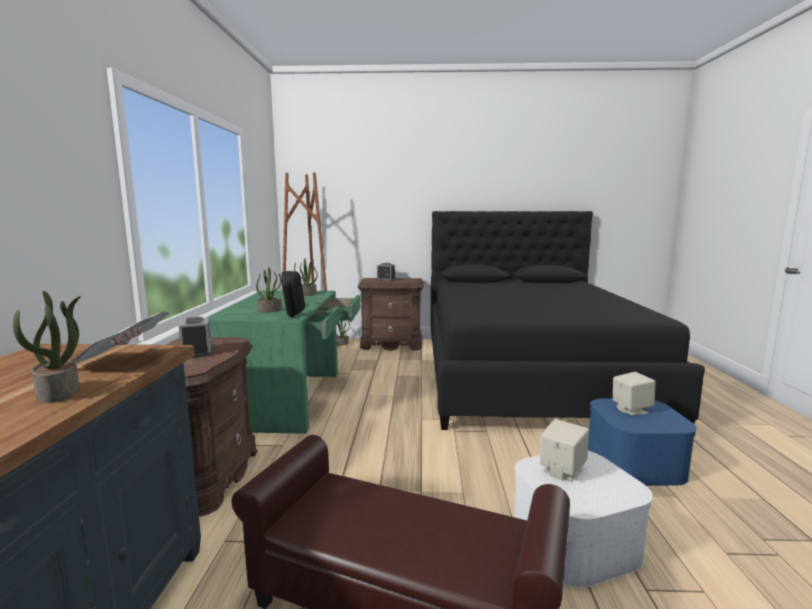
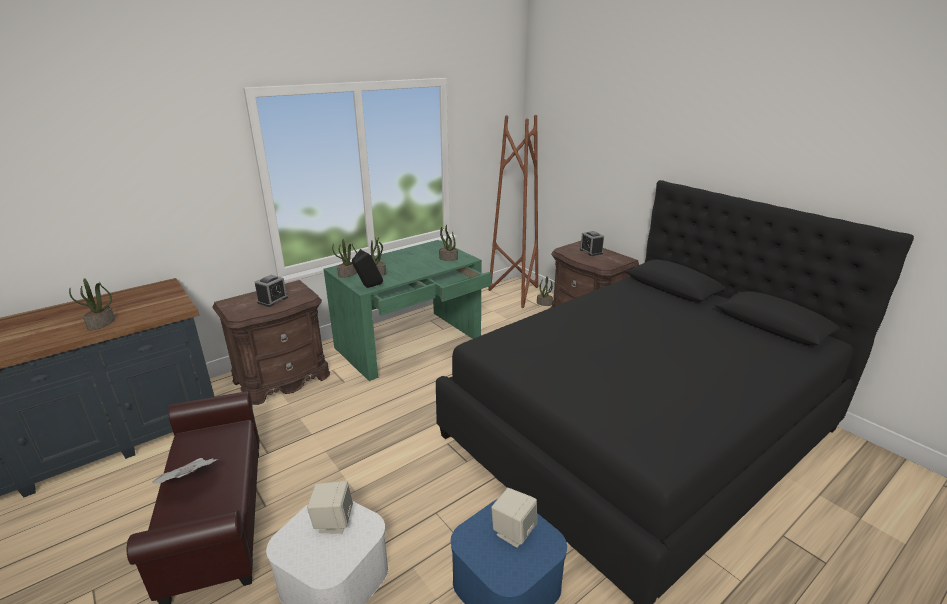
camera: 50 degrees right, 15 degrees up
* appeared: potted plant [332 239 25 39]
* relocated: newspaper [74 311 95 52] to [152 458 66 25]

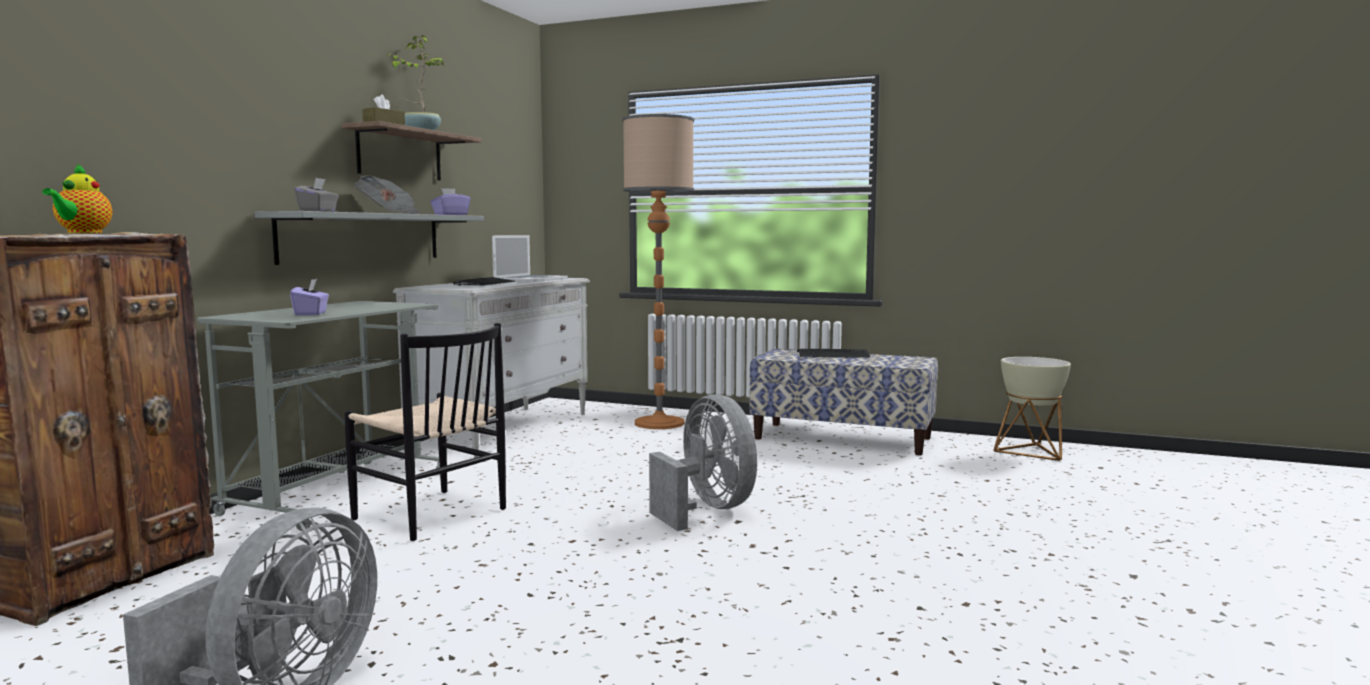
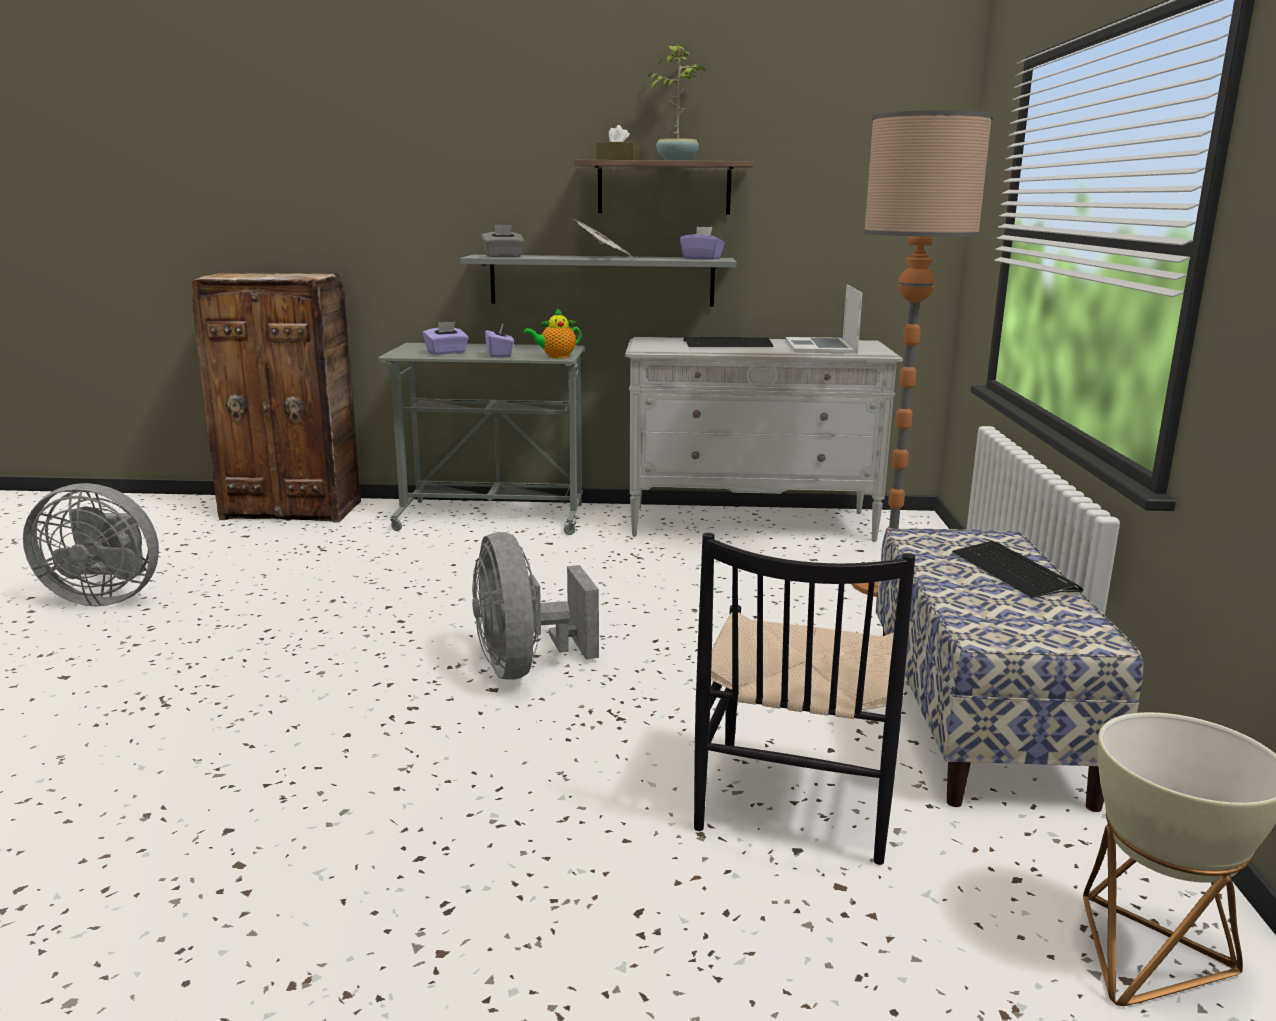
camera: 70 degrees right, 10 degrees up
* appeared: tissue box (purple) [485 324 29 33]
* relocated: teapot [42 163 70 70] to [523 308 59 50]
* relocated: chair (black) [345 323 161 218] to [694 533 221 332]
* spun: laptop [492 235 76 47] = [786 284 77 69] 90 degrees clockwise
* spun: fan (grey) [649 394 108 137] = [472 532 127 148] 120 degrees clockwise

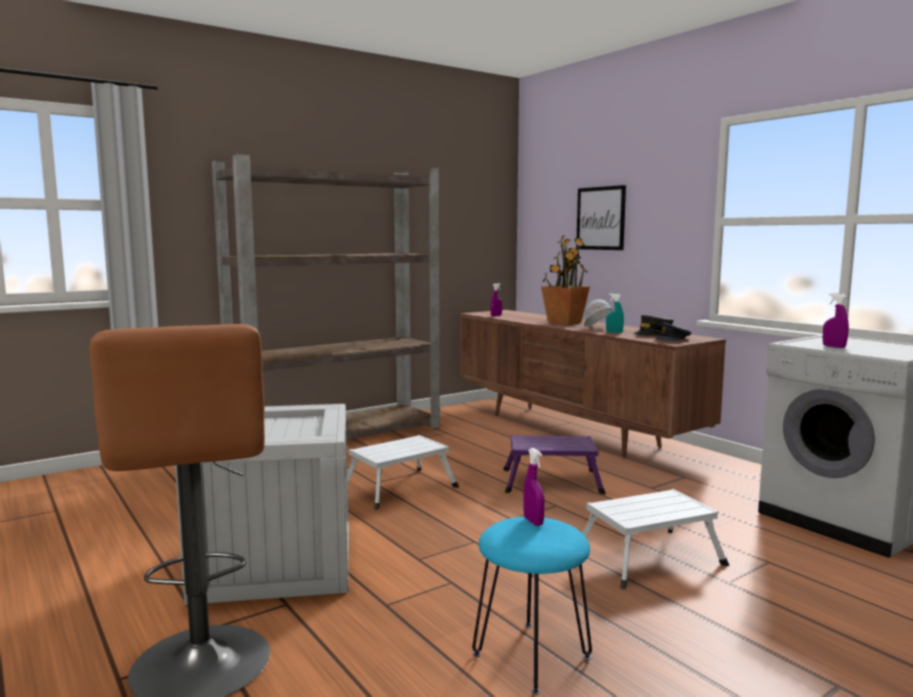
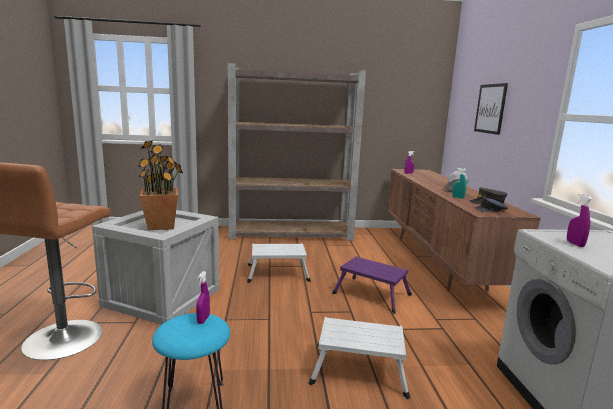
camera: 30 degrees right, 5 degrees up
* relocated: potted plant [541 235 49 90] to [138 141 45 89]

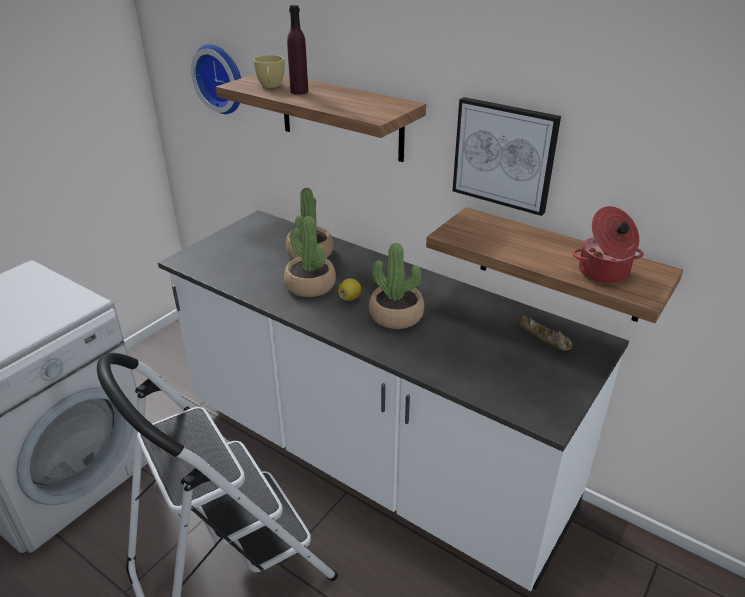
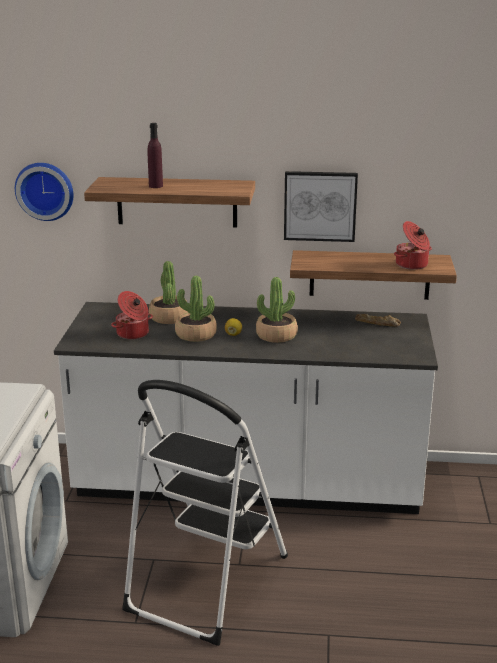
camera: 30 degrees left, 10 degrees down
* missing: cup (yellow) [253 55 32 33]
* appeared: cooking pot [111 291 42 48]

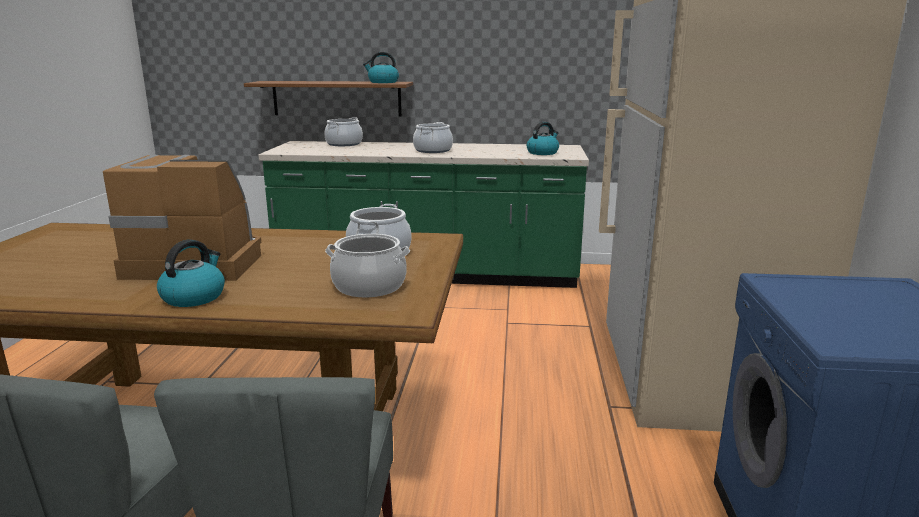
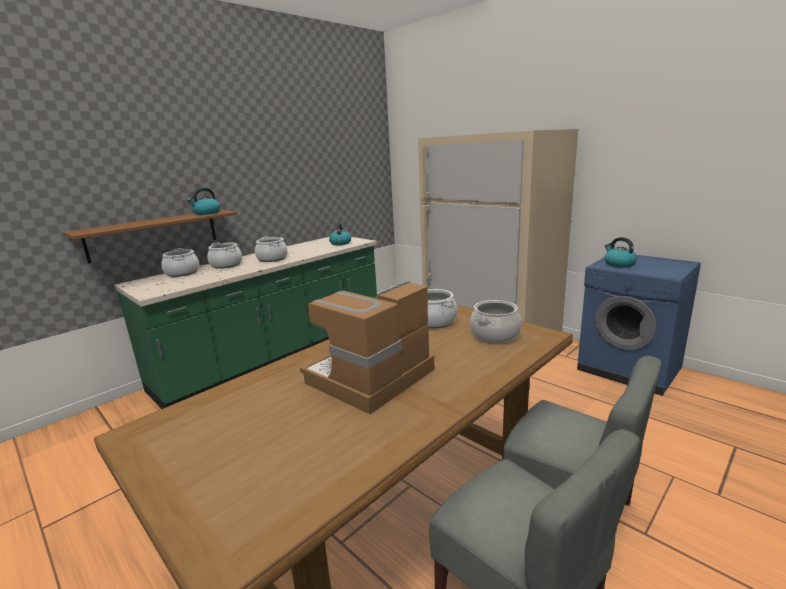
camera: 50 degrees left, 0 degrees up
* appeared: cooking pot [207 243 35 26]
* relocated: kettle [157 239 68 68] to [605 237 32 31]

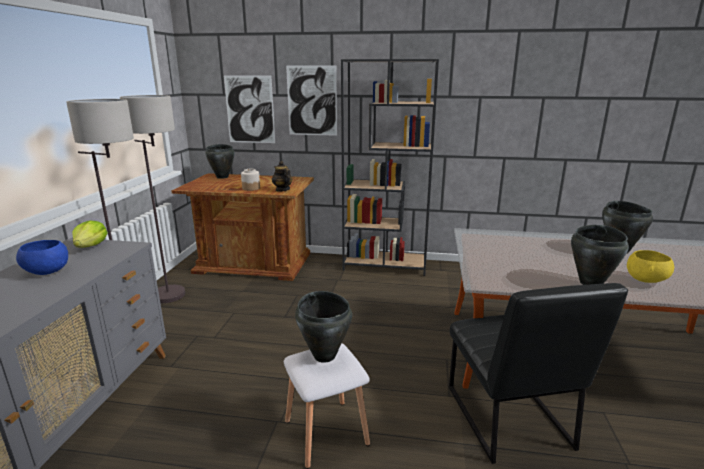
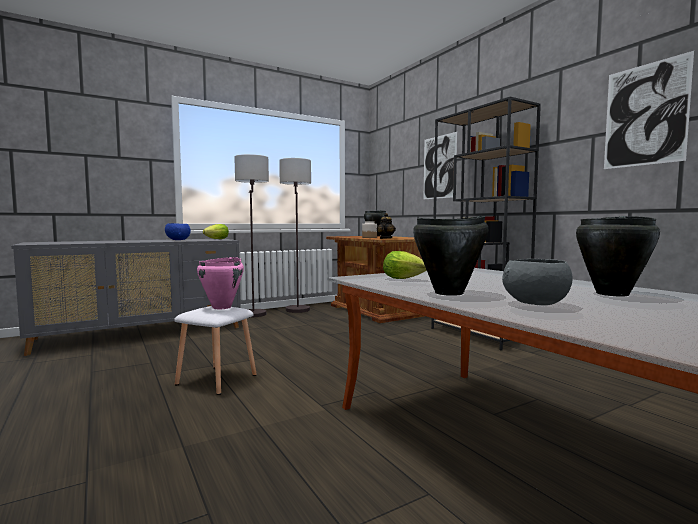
camera: 50 degrees right, 15 degrees down
* missing: chair (black) [449 283 179 181]
* appeared: lettuce [383 251 44 28]
* relocated: picture [224 75 51 68] to [604 51 90 118]
* colour: cooking pot (black) [295 291 57 72] to cooking pot (pink) [197 257 47 52]
* colour: bowl (yellow) [627 250 47 33] to bowl (grey) [502 259 70 46]

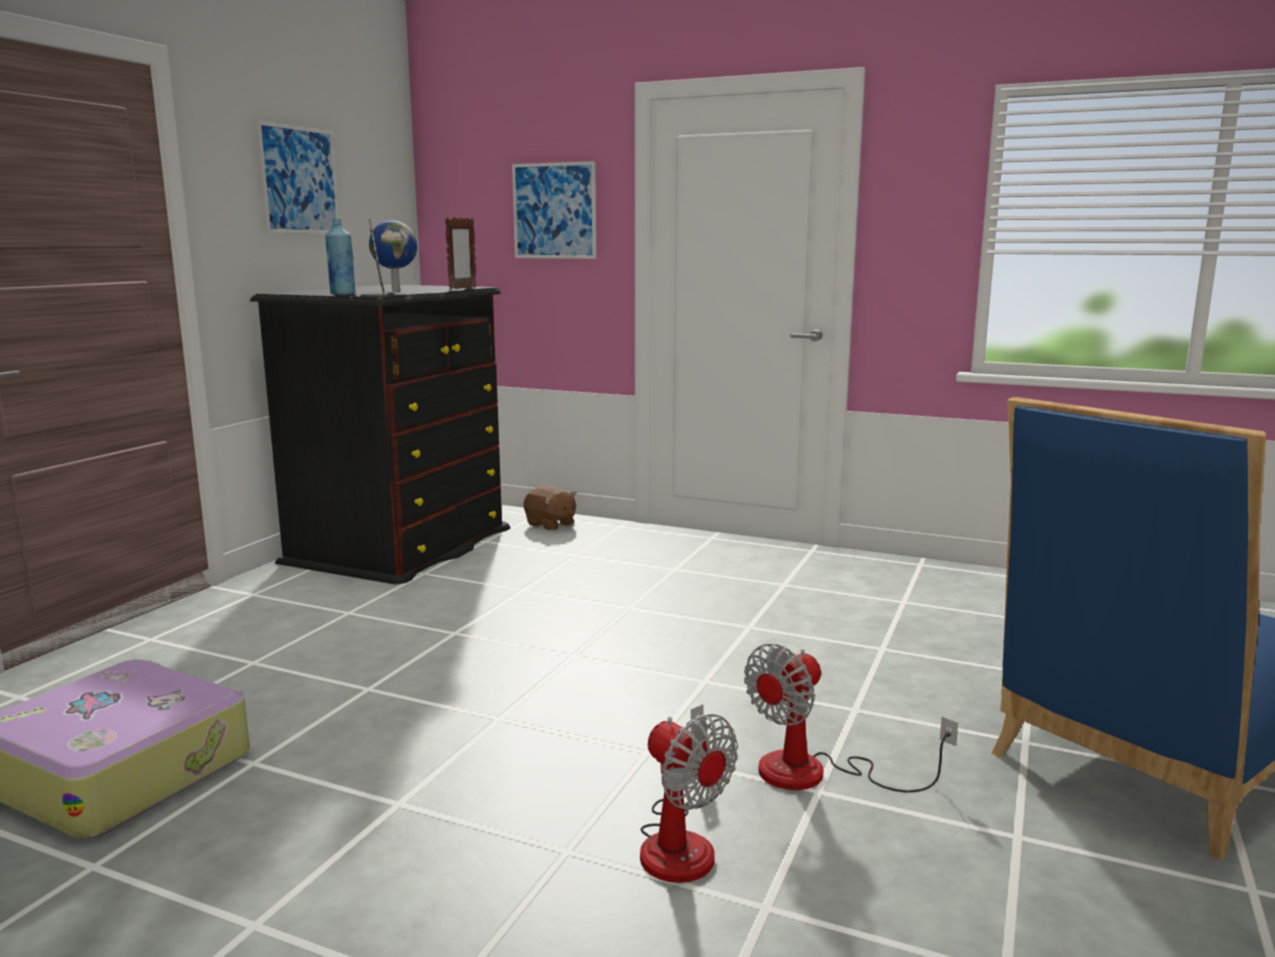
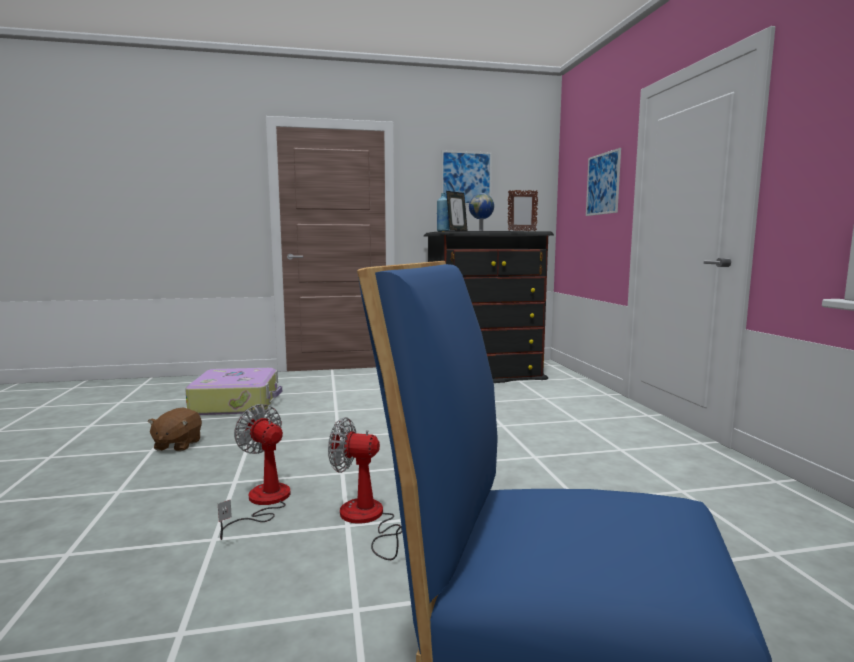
camera: 55 degrees right, 5 degrees down
* relocated: plush toy (brown) [524 486 53 45] to [148 407 54 44]
* spun: fan [640 704 98 179] = [218 404 72 136] 120 degrees clockwise

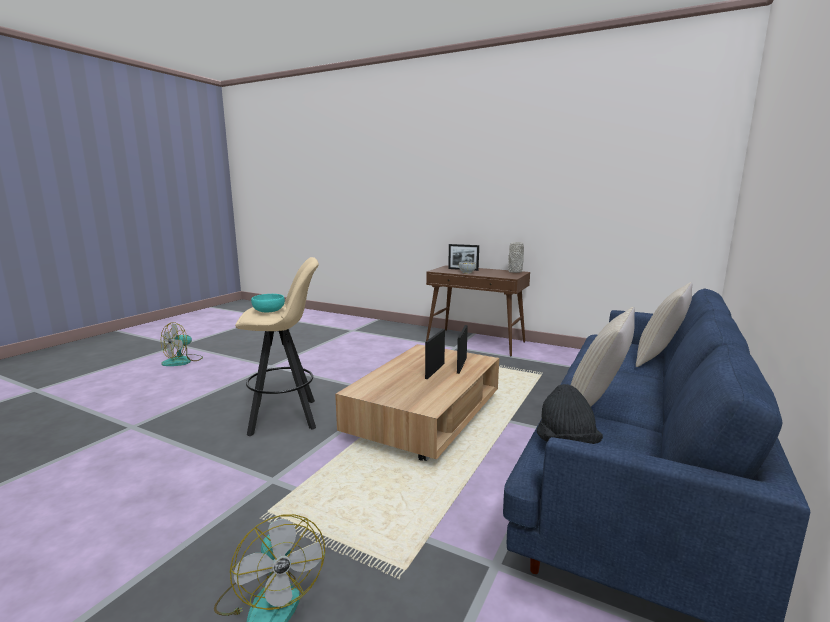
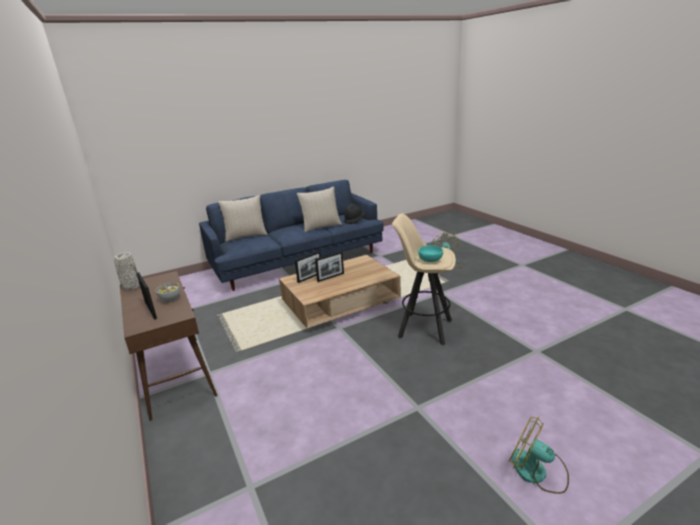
camera: 145 degrees left, 10 degrees up
* spun: fan [161 322 42 44] = [509 416 60 78] 120 degrees counterclockwise

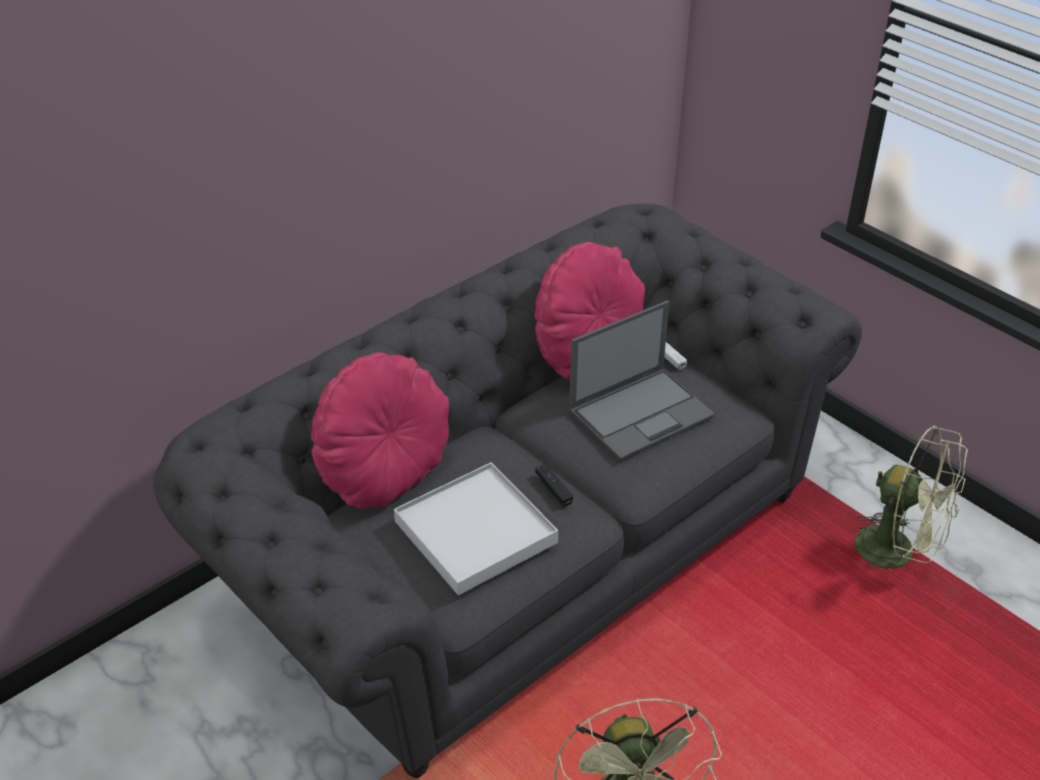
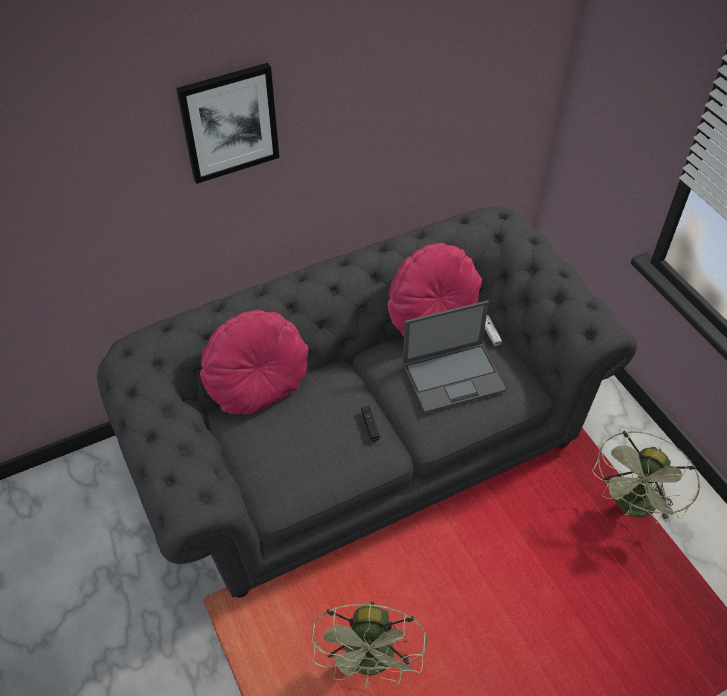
camera: 15 degrees right, 10 degrees up
* missing: tray (white) [394 462 164 134]
* appeared: picture [176 63 103 121]
* spun: fan (green) [854 426 114 146] = [592 431 108 94] 75 degrees clockwise

